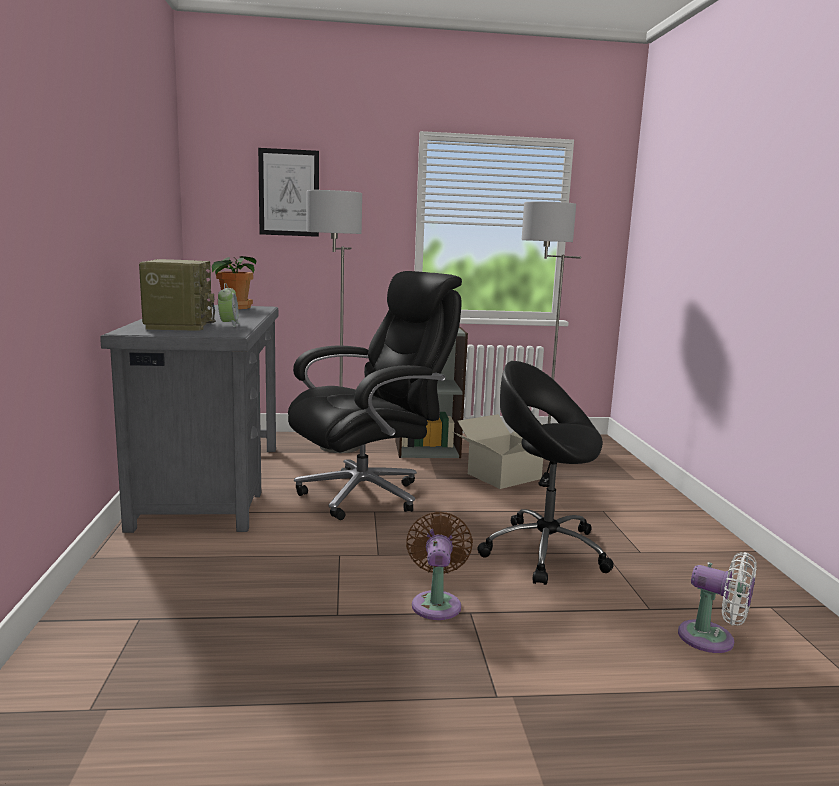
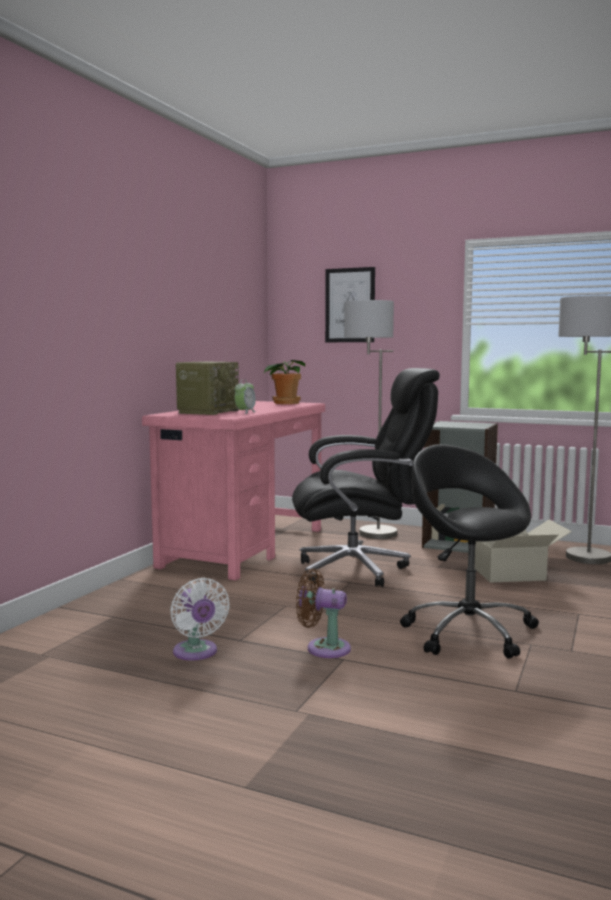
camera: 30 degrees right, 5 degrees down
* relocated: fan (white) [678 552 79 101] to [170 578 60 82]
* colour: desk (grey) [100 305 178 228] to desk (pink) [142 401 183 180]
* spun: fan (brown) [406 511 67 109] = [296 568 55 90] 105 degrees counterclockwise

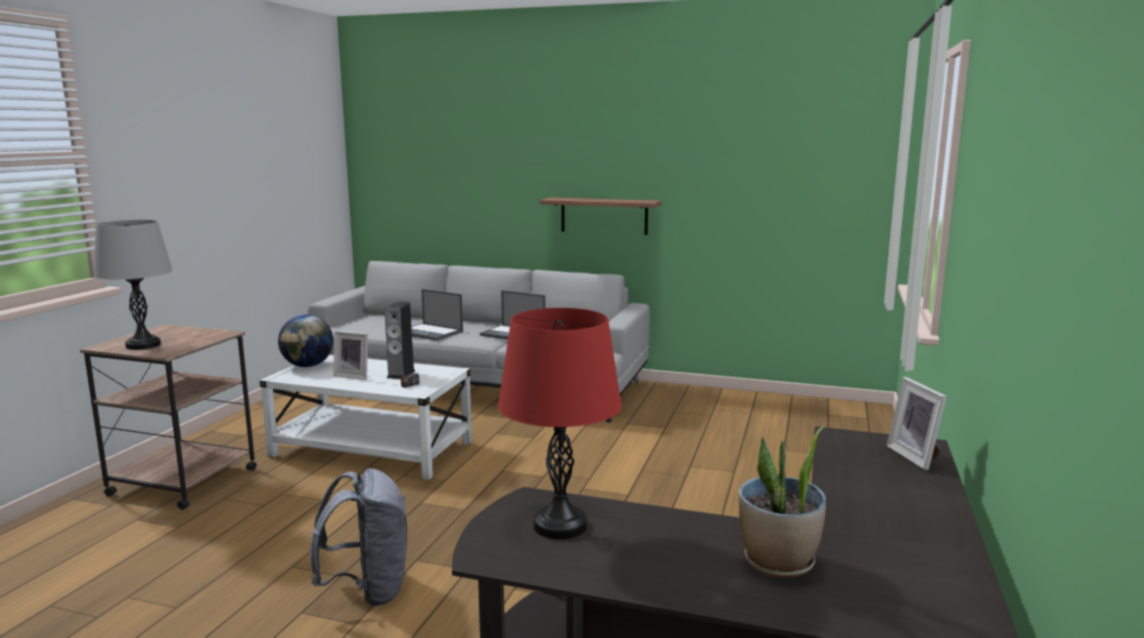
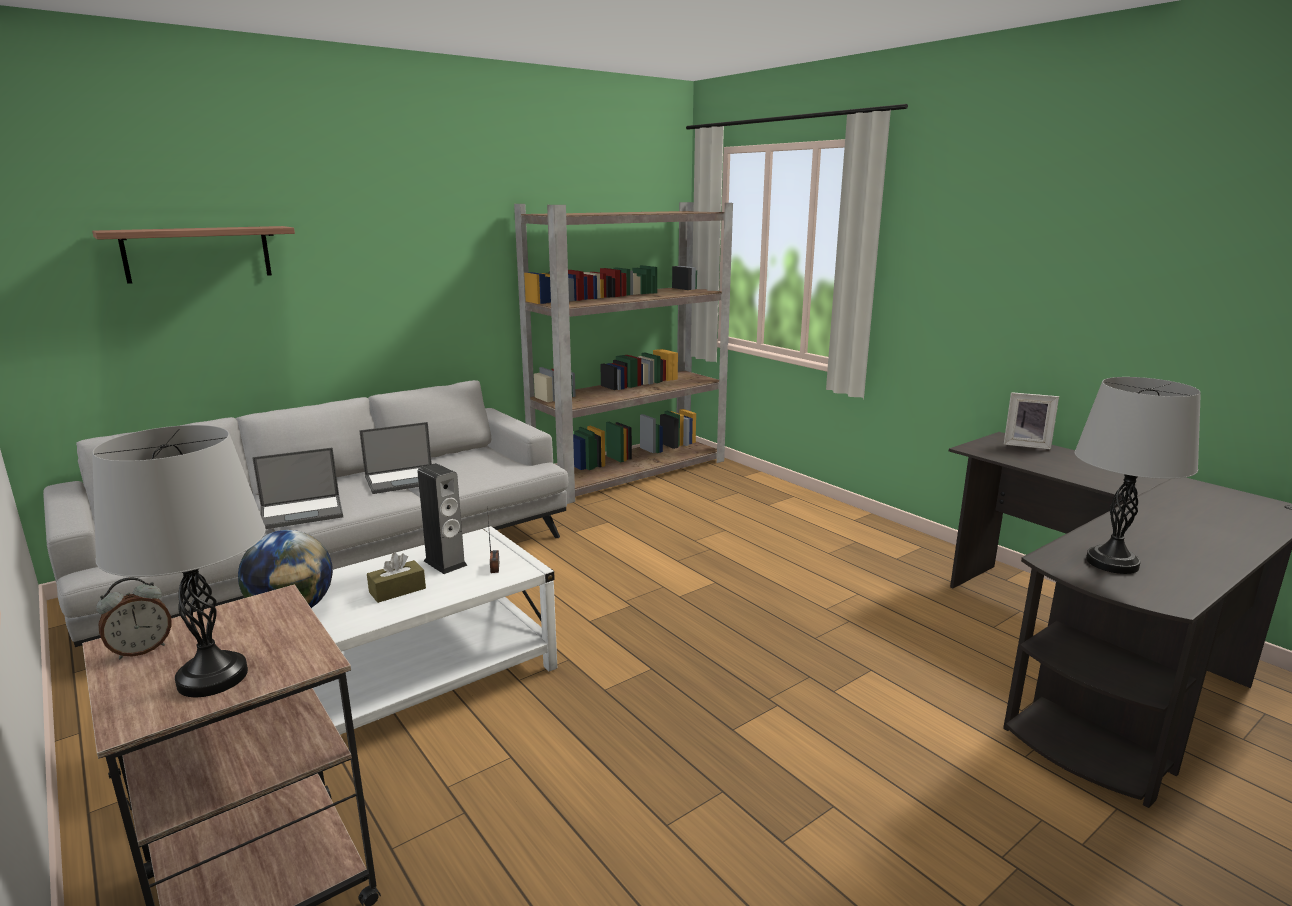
camera: 55 degrees left, 5 degrees up
* missing: backpack (grey) [310 468 97 138]
* missing: potted plant [739 426 87 152]
* appeared: alarm clock [96 577 76 82]
* appeared: bookcase (brown) [514 202 219 302]
* relocated: shelf [540 197 121 38] to [92 226 203 58]
* exchanged: picture frame [333 331 35 49] to tissue box (brown) [367 553 59 50]
* colour: table lamp (red) [498 308 124 231] to table lamp (grey) [1075 377 126 197]

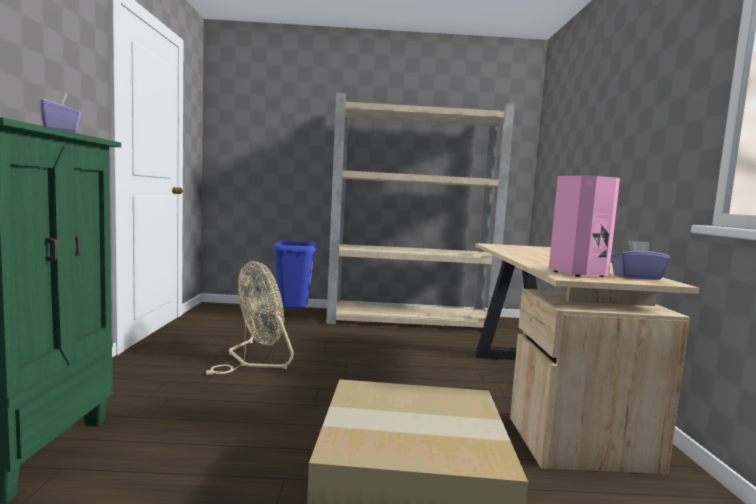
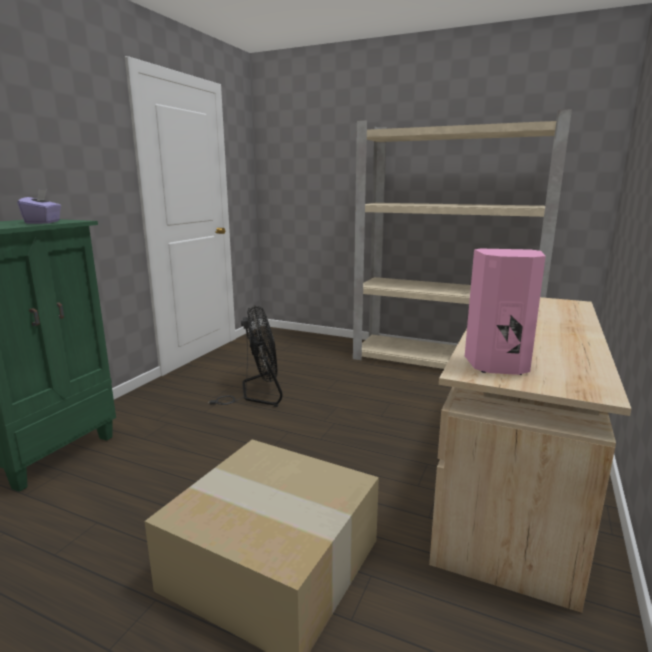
camera: 25 degrees right, 10 degrees up
* missing: trash can (blue) [272 240 45 68]
* missing: tissue box (purple) [611 241 59 39]
* colour: fan (beige) [204 261 89 114] to fan (black) [209 305 73 102]

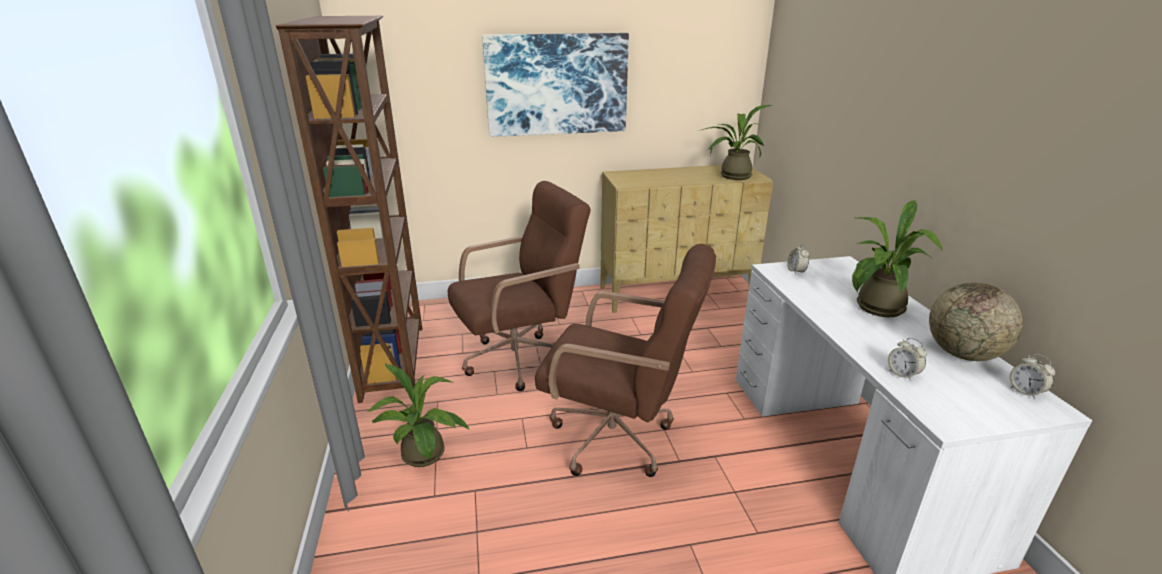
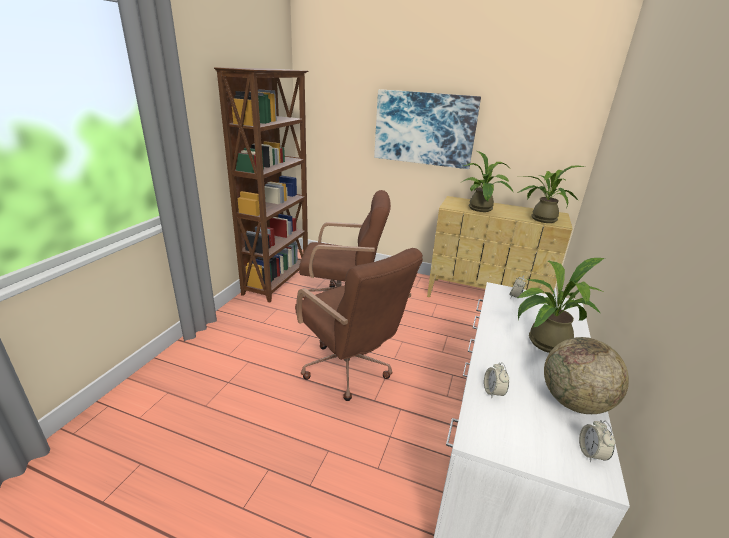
camera: 30 degrees right, 0 degrees up
* relocated: potted plant [366 363 103 104] to [460 151 53 61]

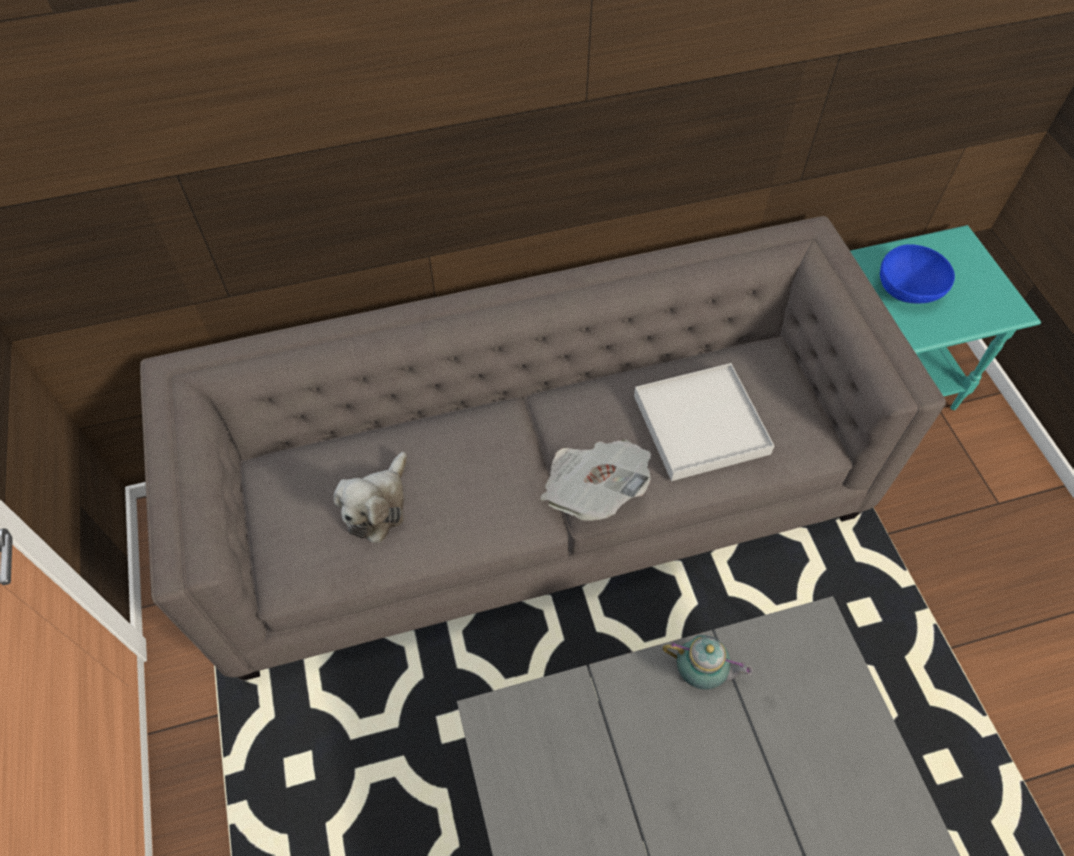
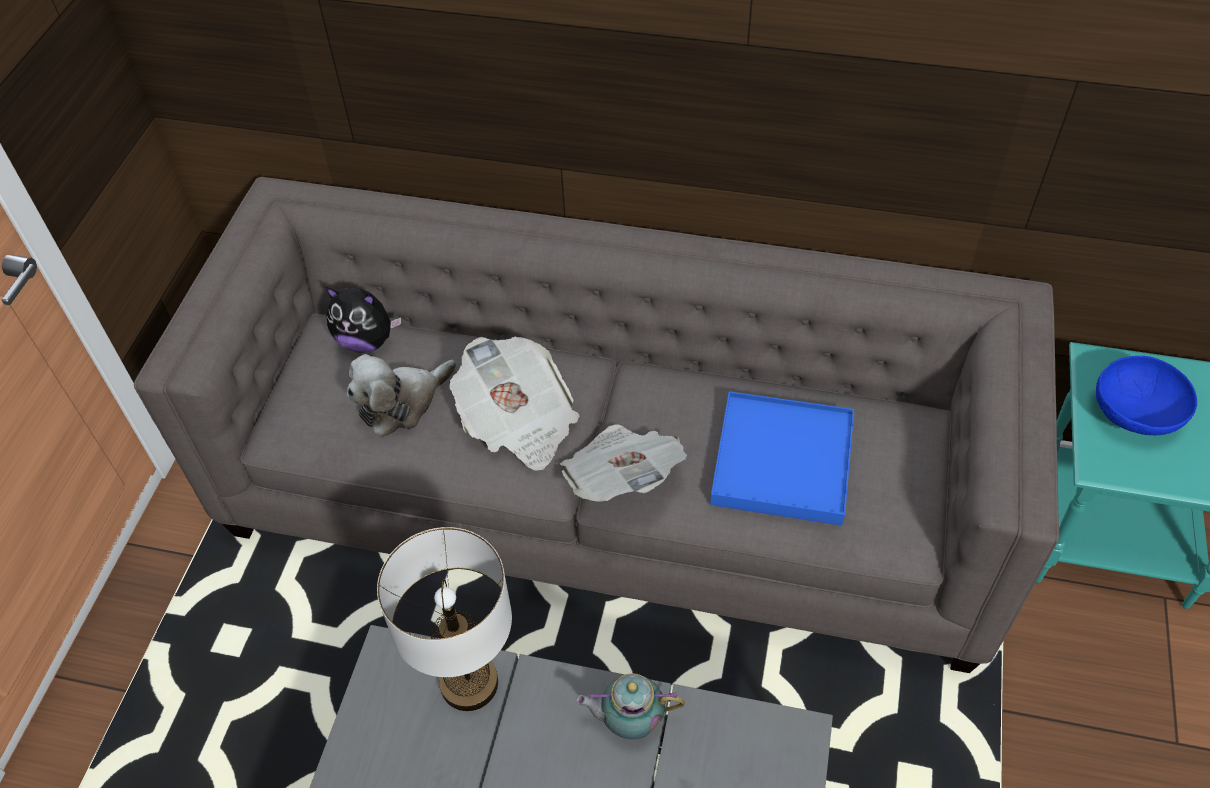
camera: 30 degrees right, 5 degrees down
* appeared: plush toy [326 287 75 66]
* appeared: table lamp [377 527 135 184]
* appeared: newspaper [450 337 130 134]
* colour: tray (white) [634 363 141 118] to tray (blue) [710 391 144 135]
* spun: teapot [662 635 91 55] = [576 673 109 67] 135 degrees clockwise

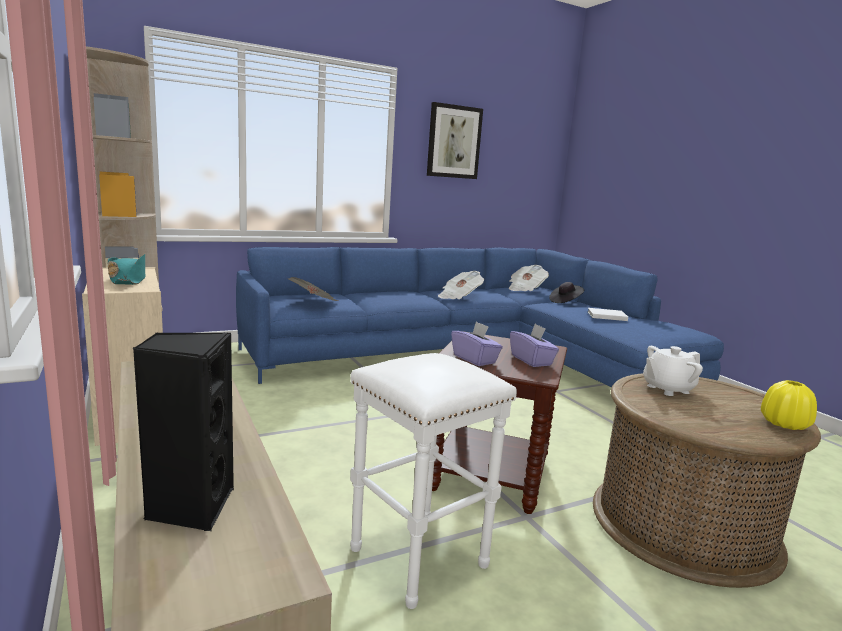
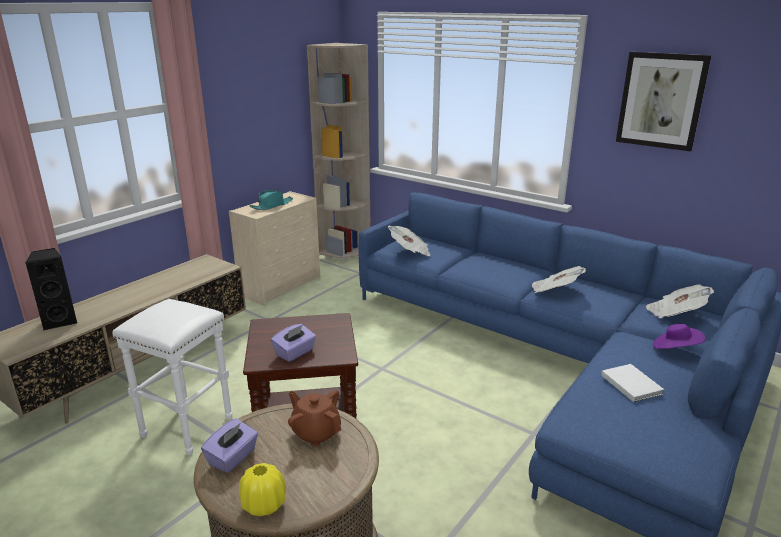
camera: 65 degrees right, 10 degrees up
* relocated: tissue box (purple) [451 321 52 45] to [201 418 57 55]
* colour: hat (black) [549 282 36 21] to hat (purple) [653 324 53 25]
* colour: teapot (white) [643 346 60 50] to teapot (brown) [288 390 53 56]

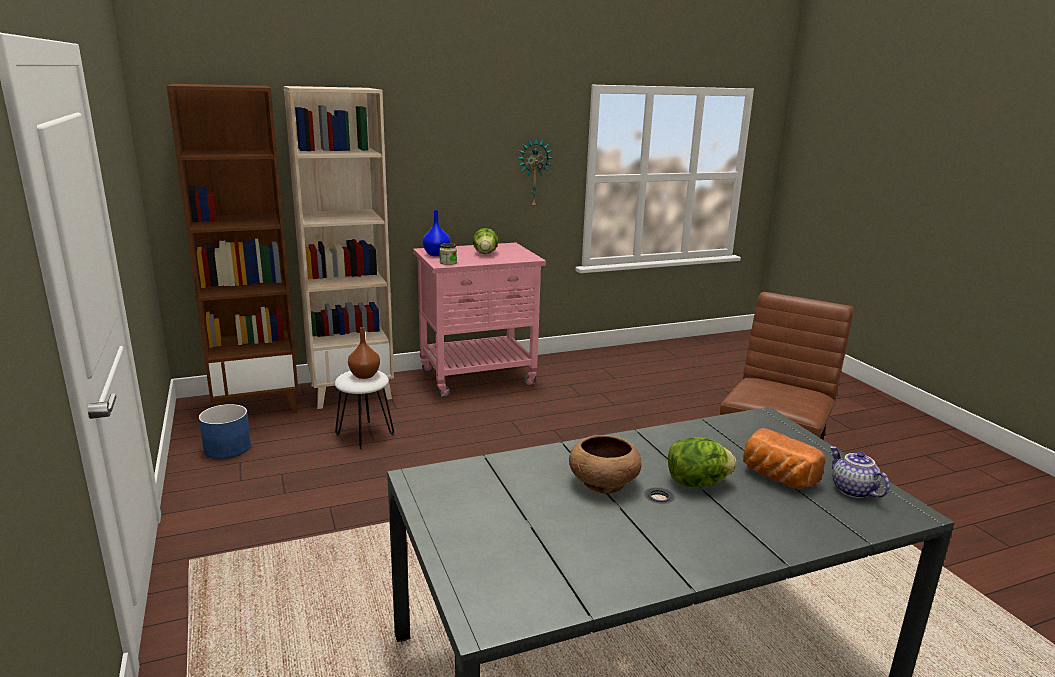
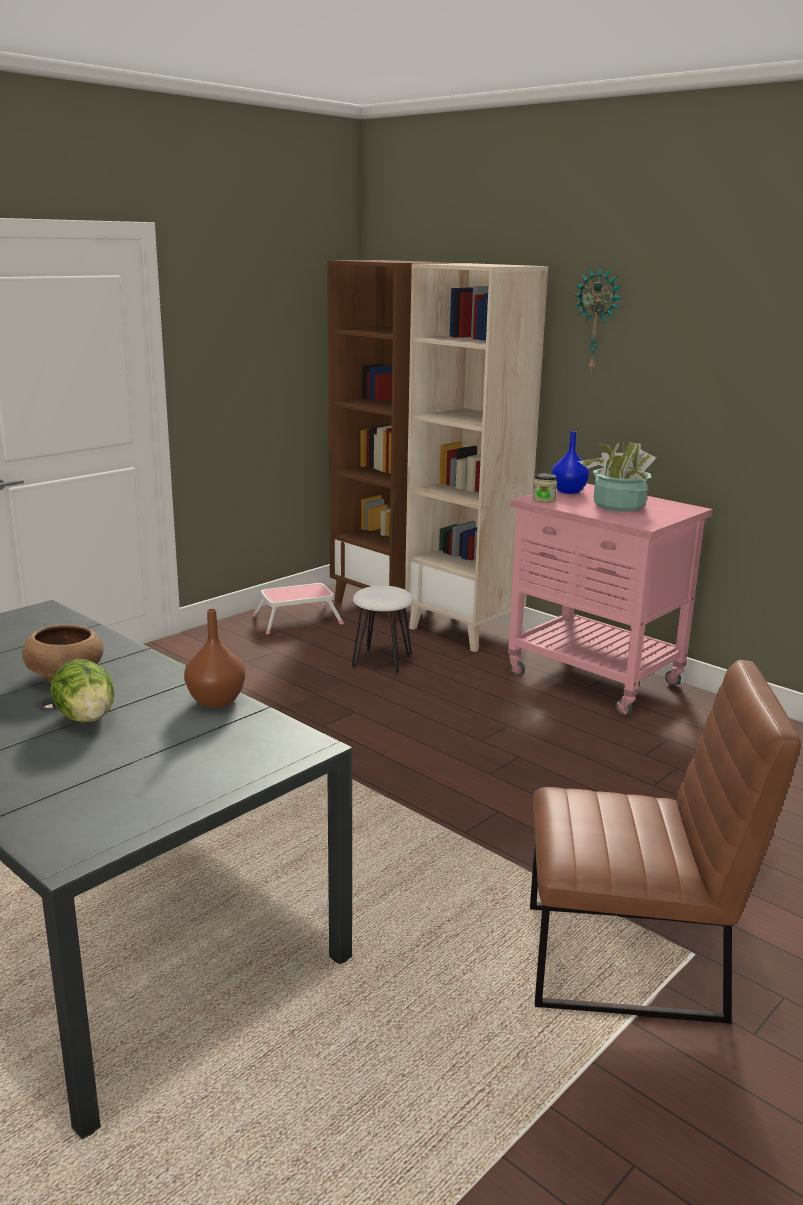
camera: 65 degrees right, 0 degrees up
* missing: bread [743 428 82 61]
* missing: teapot [830 446 60 52]
* relocated: vase (brown) [348 327 32 52] to [184 609 61 99]
* relocated: wall clock [517 139 35 69] to [574 266 48 107]
* exchanged: planter (blue) [199 404 52 55] to step ladder (pink) [252 583 92 51]
* exchanged: lettuce [473 228 25 26] to potted plant [578 443 78 69]

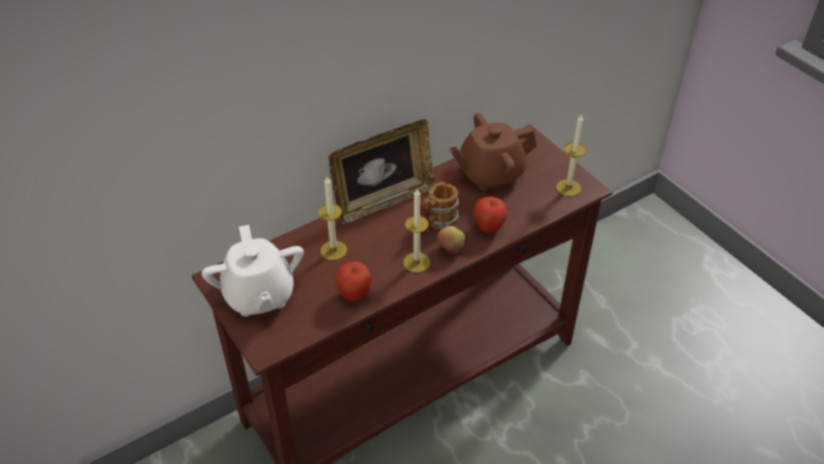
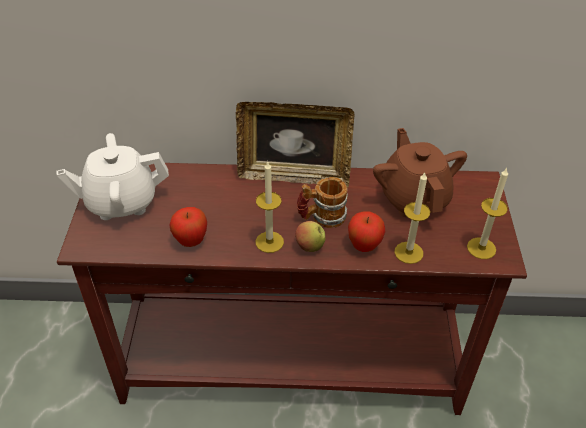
camera: 35 degrees right, 0 degrees up
* relocated: candle [318 177 29 83] to [394 173 36 91]
* spun: teapot (white) [202 225 102 92] = [56 133 113 87] 60 degrees clockwise
* spun: teapot (brown) [449 113 88 77] = [373 128 94 89] 60 degrees clockwise

